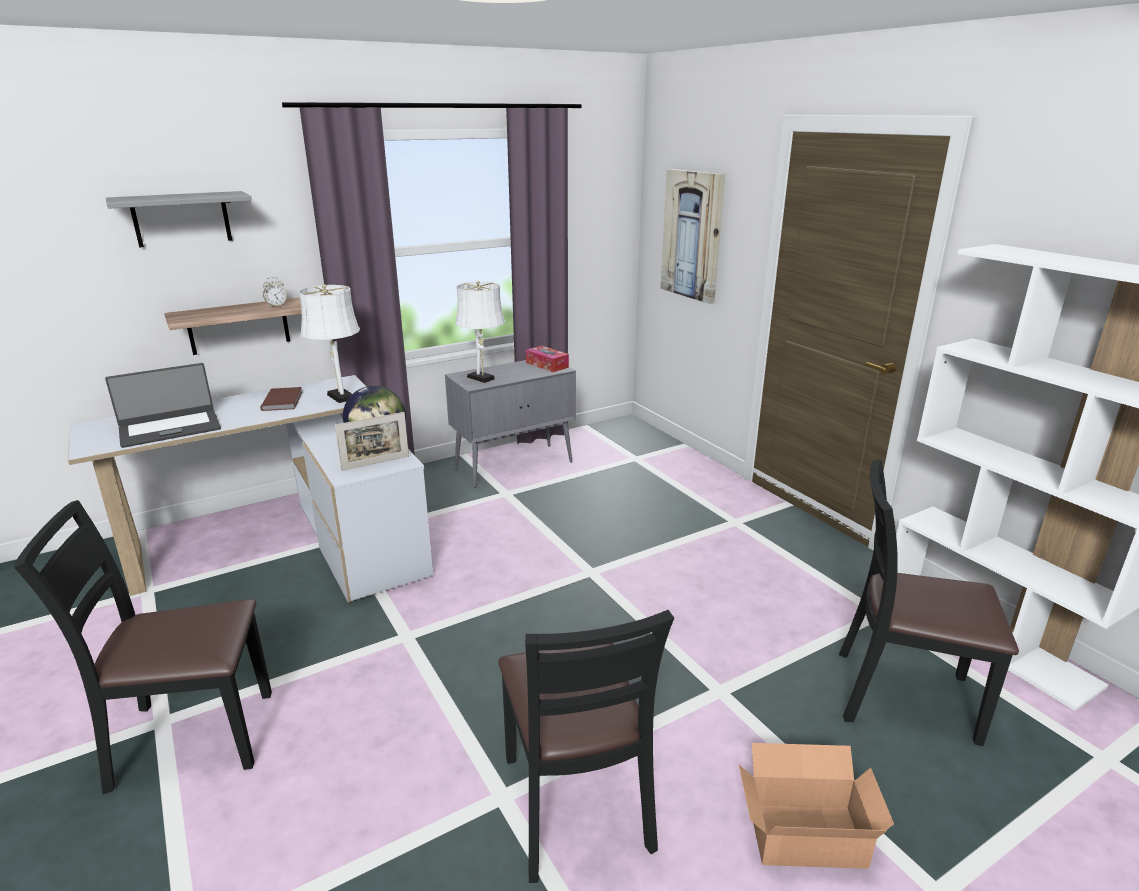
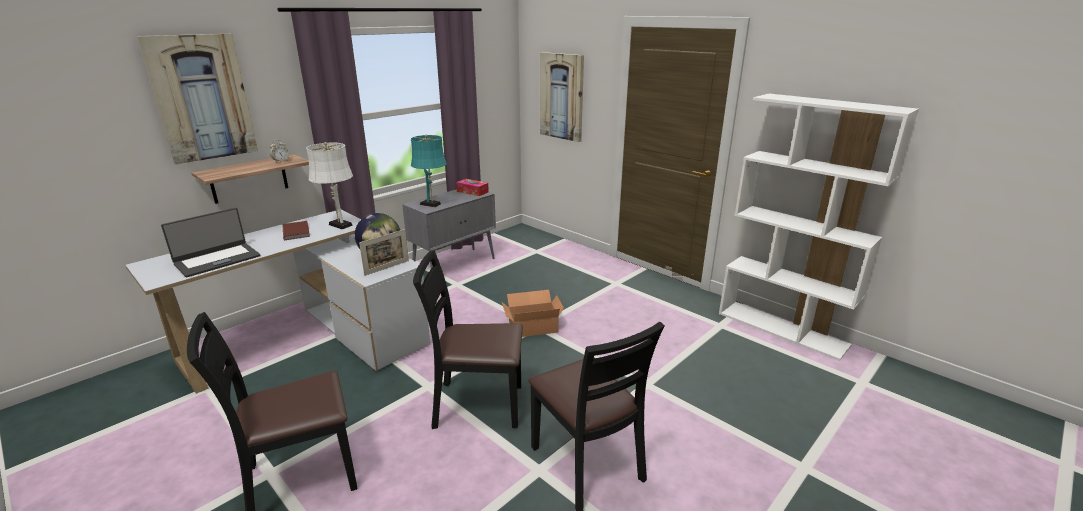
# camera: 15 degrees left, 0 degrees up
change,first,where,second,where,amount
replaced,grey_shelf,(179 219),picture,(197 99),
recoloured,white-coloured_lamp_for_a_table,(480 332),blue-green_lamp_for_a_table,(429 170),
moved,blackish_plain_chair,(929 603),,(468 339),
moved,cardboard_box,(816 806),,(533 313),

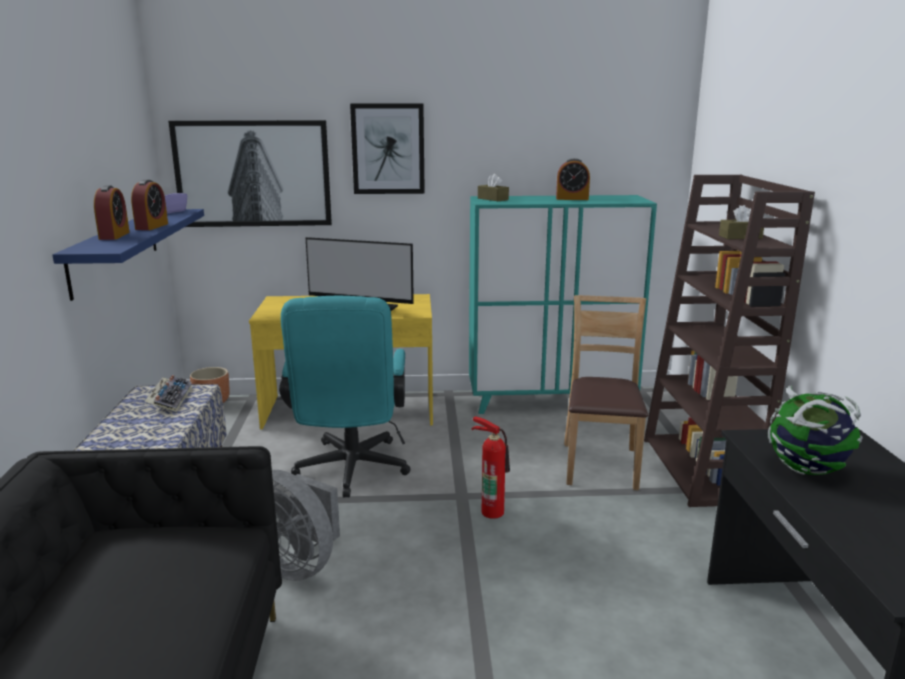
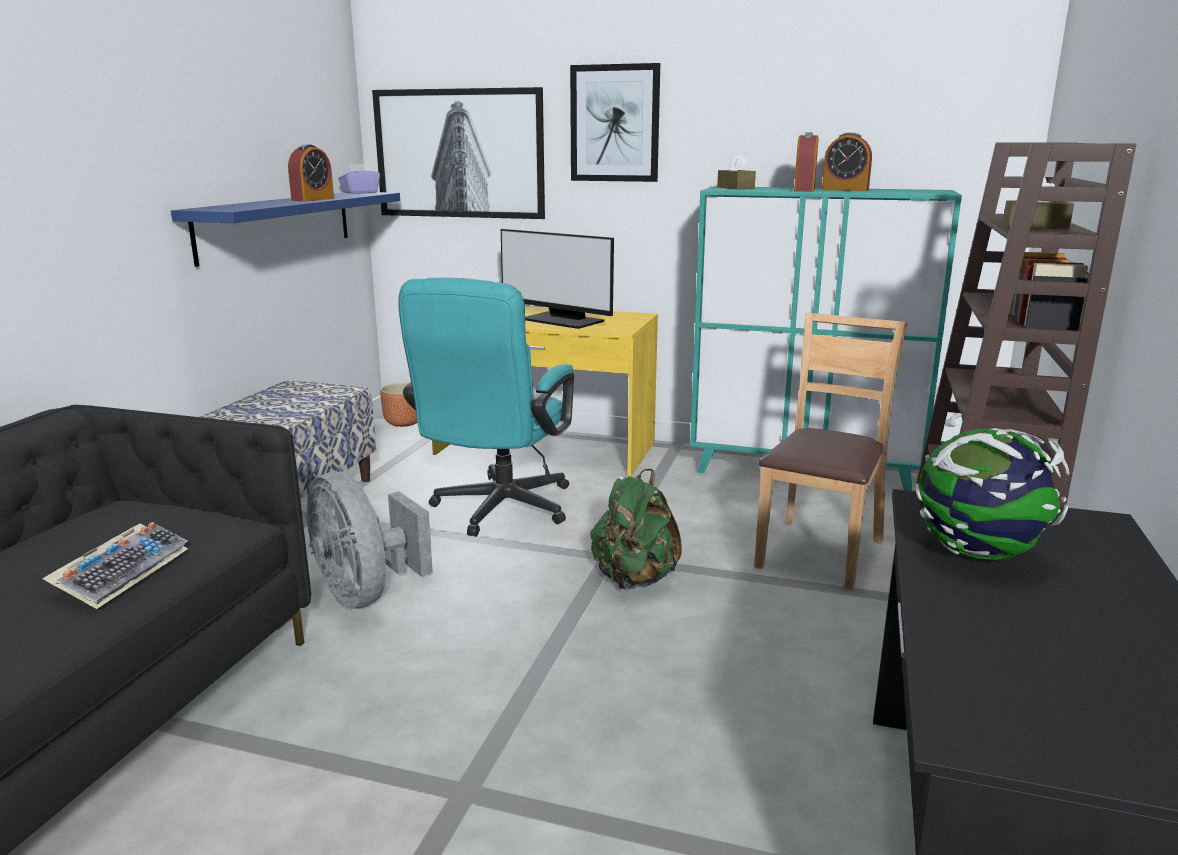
# camera: 20 degrees right, 0 degrees up
change,first,where,second,where,amount
moved,alarm_clock,(112 213),,(806 162),
moved,keyboard,(168 393),,(115 565),
replaced,fire_extinguisher,(490 467),green-coloured_rucksack,(636 529),

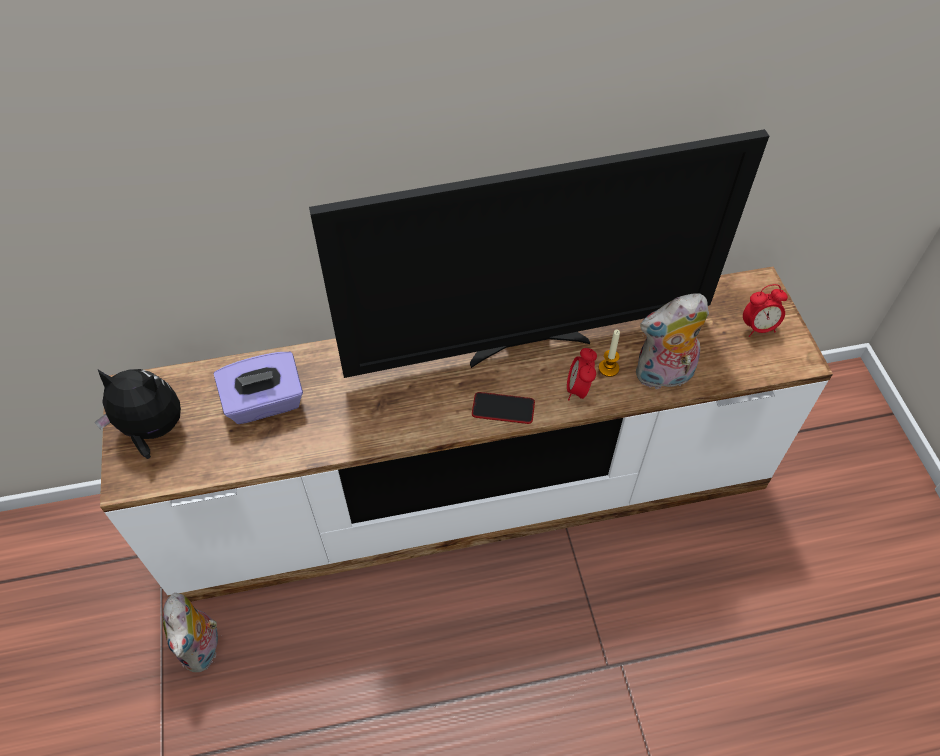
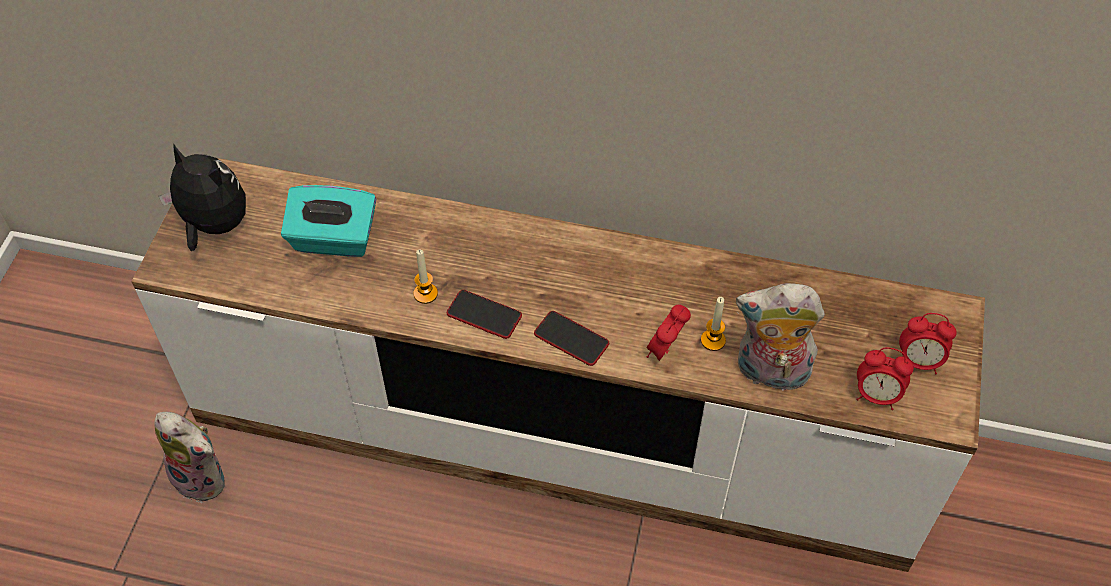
# camera: 25 degrees right, 0 degrees up
change,first,where,second,where,amount
removed,TV,(539 253),,,
recoloured,purple-coloured_box_of_tissues,(258 388),blue-green_box_of_tissues,(328 221),
turned,plush_toy,(192 632),,(189 457),75 degrees counterclockwise
added,,,wax_candle,(425 277),
added,,,telephone,(484 314),
added,,,alarm_clock,(885 378),

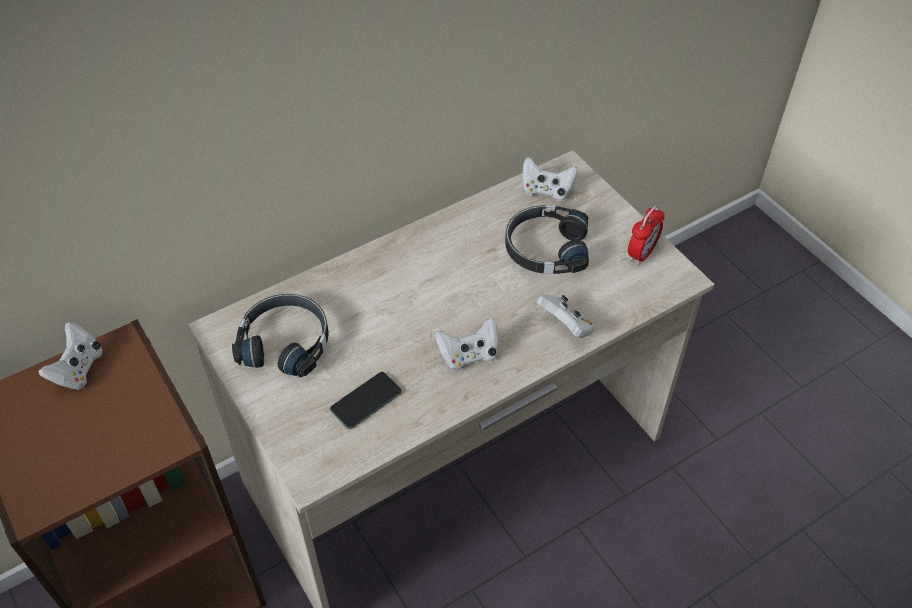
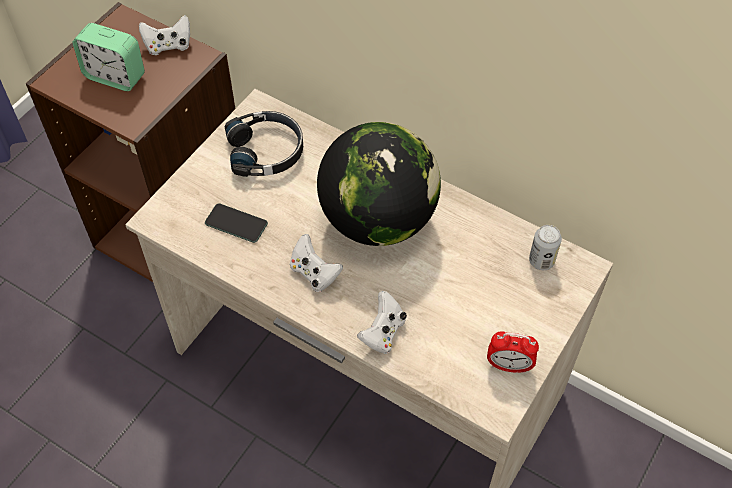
# camera: 65 degrees right, 5 degrees up
change,first,where,second,where,amount
replaced,white-coloured_gamepad,(550 179),sealed_can,(545 247),
removed,blackish_headphones,(547 240),,,
added,,,alarm_clock,(109 57),
added,,,world_globe,(379 184),

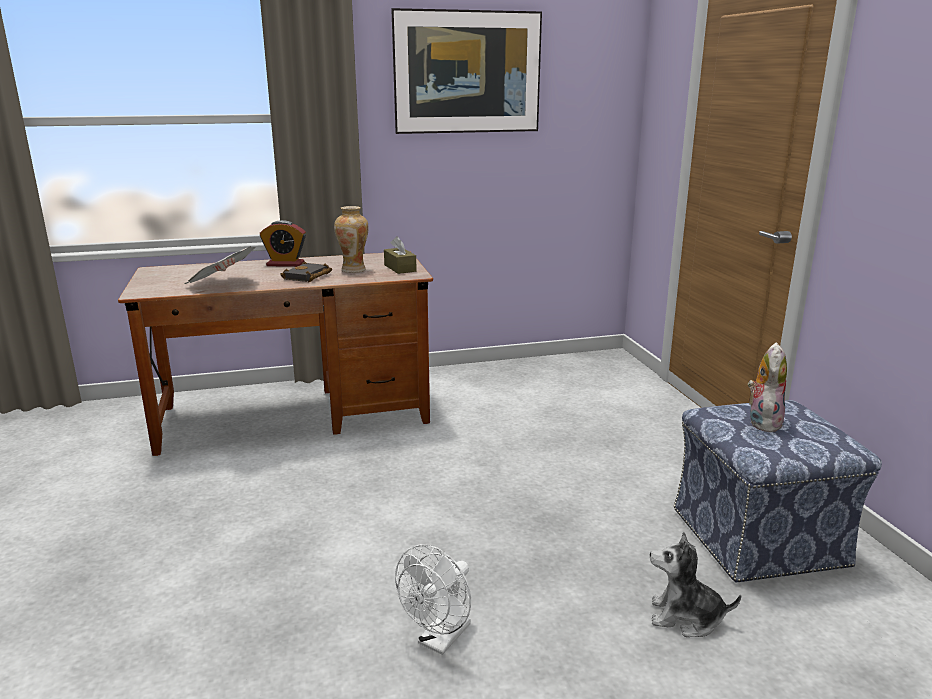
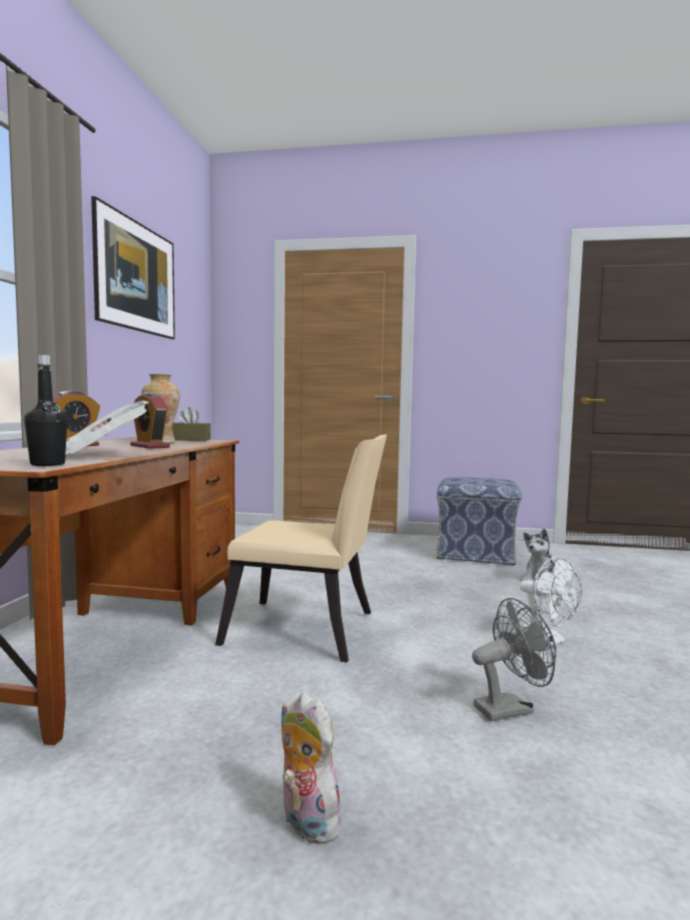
# camera: 65 degrees left, 15 degrees down
change,first,where,second,where,amount
replaced,blackish_volume,(306 272),alarm_clock,(150 420),
moved,plush_toy,(767 387),,(313 768),
added,,,blackish_bottle,(45 410),
added,,,beige-coloured_plain_chair,(301 548),
added,,,grey_electric_fan,(514 660),

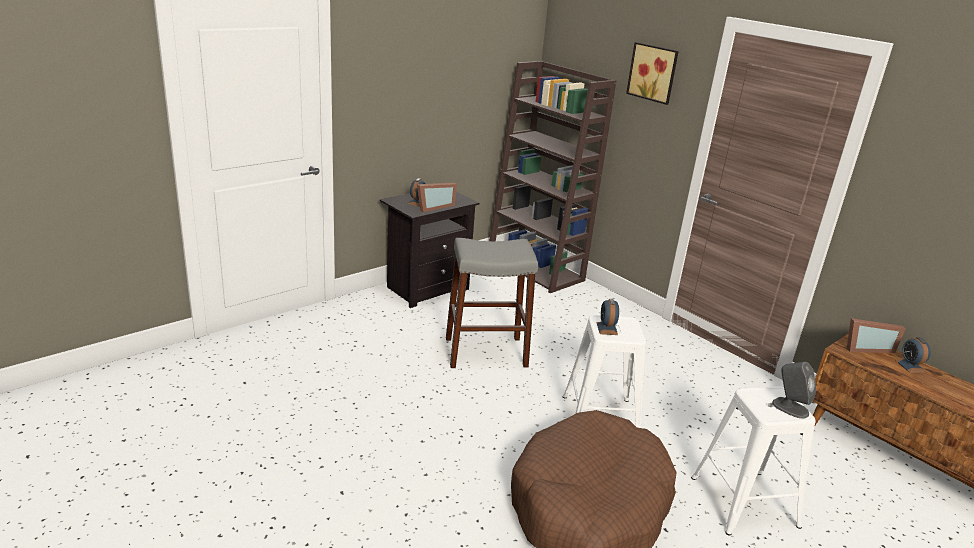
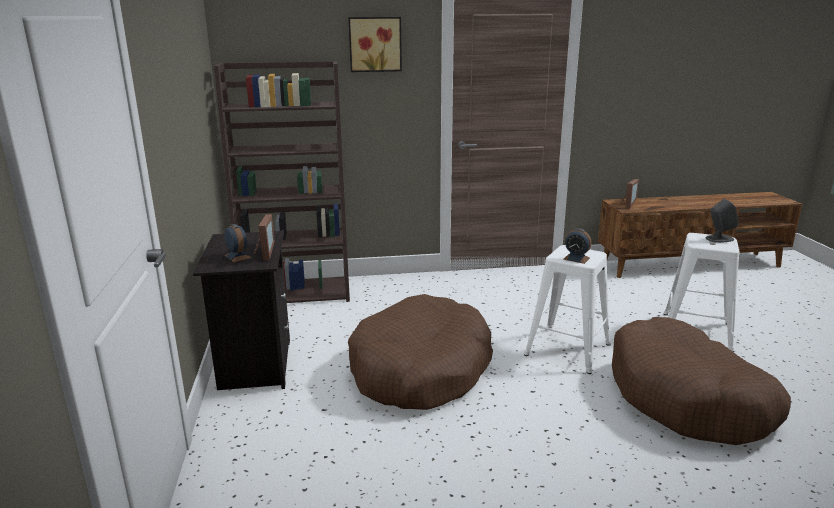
# camera: 55 degrees left, 5 degrees down
change,first,where,second,where,amount
replaced,grey_stool_seat,(492 303),brown_dog_cushion,(420 352),
removed,alarm_clock,(913 355),,,

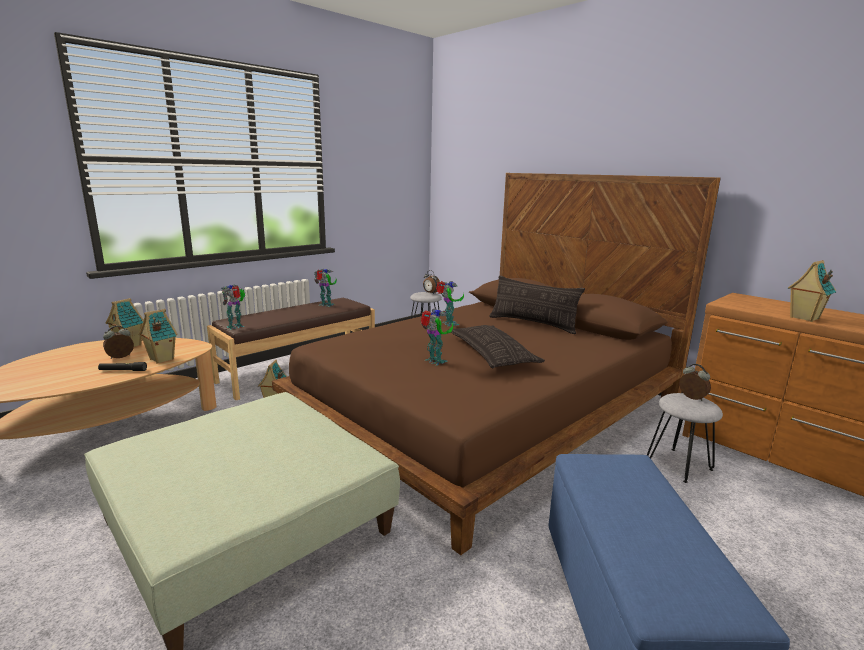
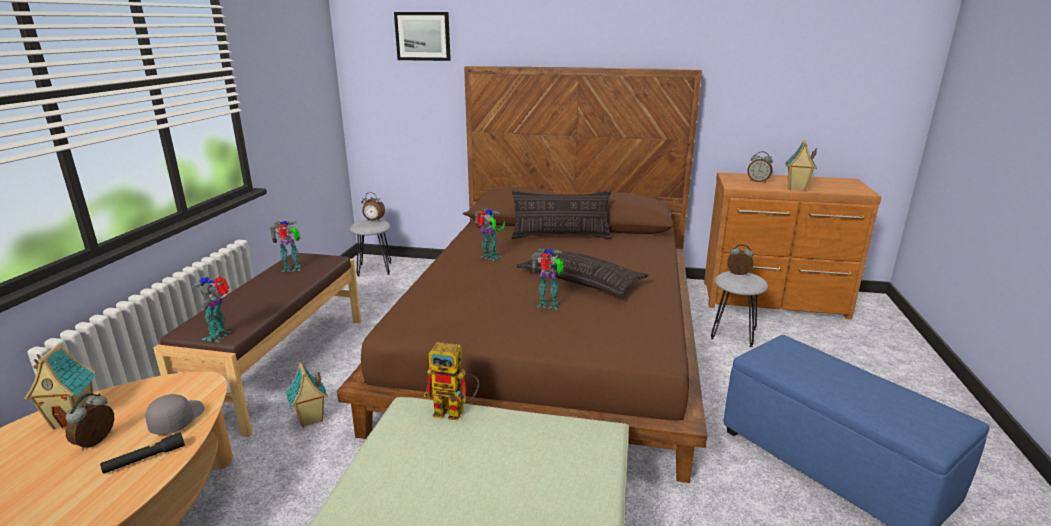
# camera: 35 degrees left, 5 degrees up
change,first,where,second,where,amount
replaced,miniature_house,(158 336),grey_baseball_cap,(175 414),
added,,,picture,(422 36),
added,,,alarm_clock,(760 167),
added,,,toy_robot,(451 381),

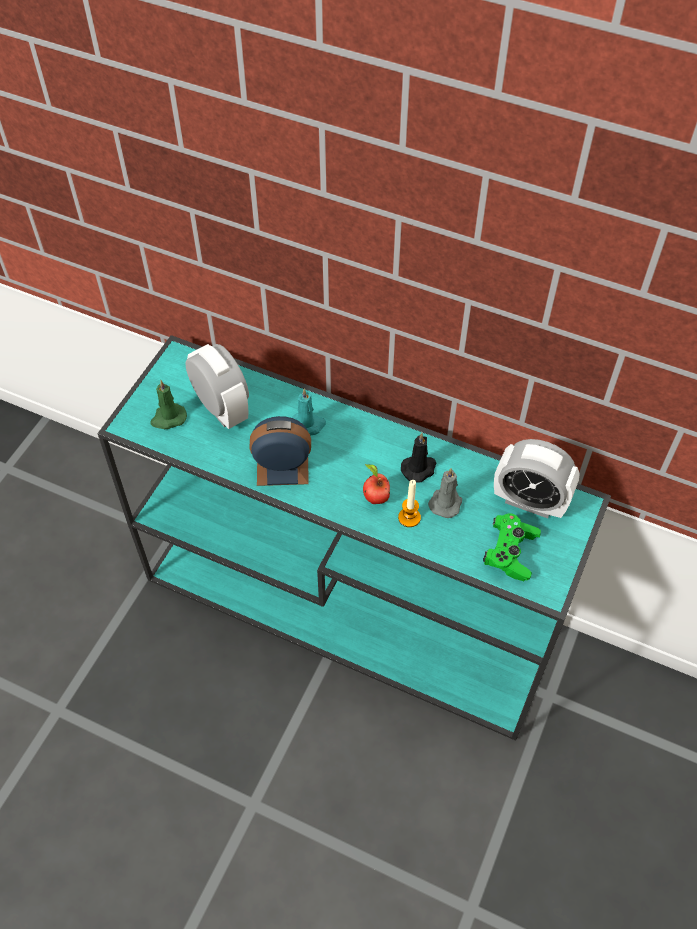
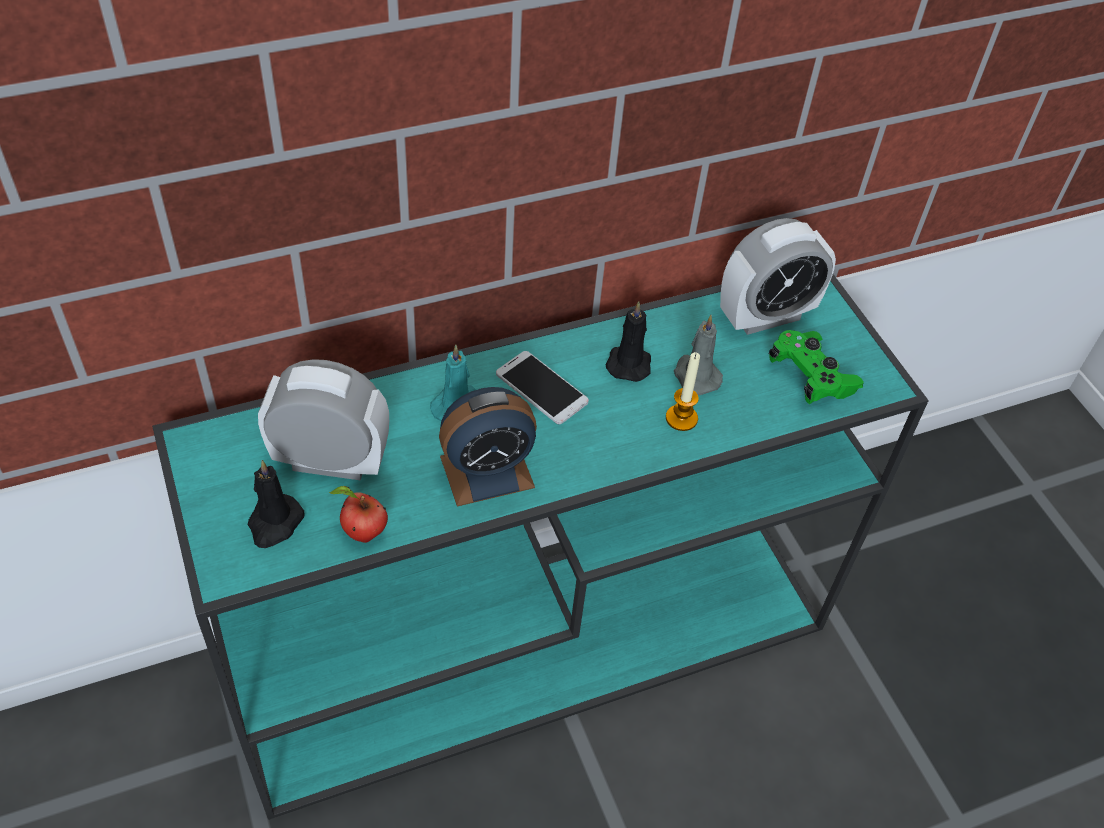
# camera: 50 degrees left, 5 degrees down
change,first,where,second,where,amount
recoloured,green-coloured_wax_candle,(169 404),blackish_wax_candle,(276 504),
turned,alarm_clock,(280 451),,(488 446),150 degrees counterclockwise
moved,whole_apple,(376 484),,(358 514),
added,,,telephone,(542 387),

